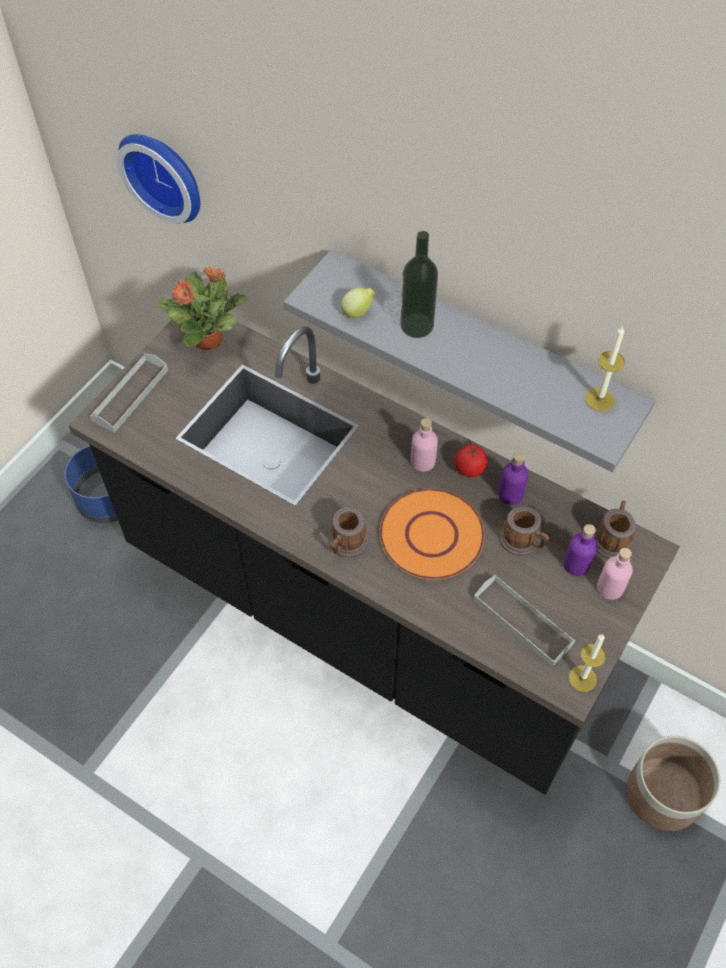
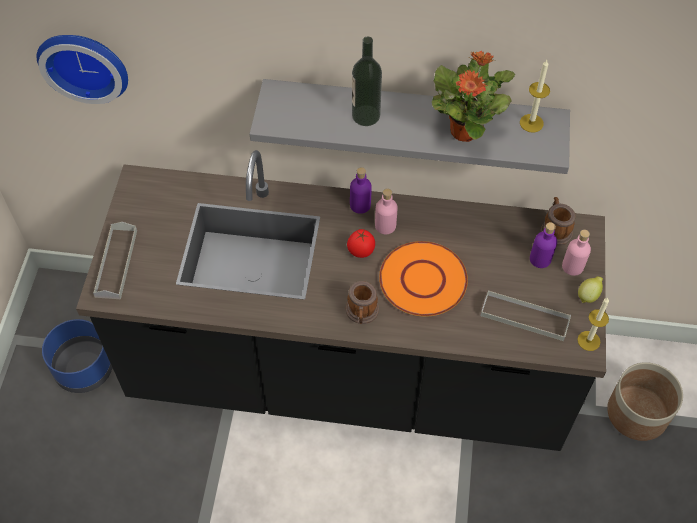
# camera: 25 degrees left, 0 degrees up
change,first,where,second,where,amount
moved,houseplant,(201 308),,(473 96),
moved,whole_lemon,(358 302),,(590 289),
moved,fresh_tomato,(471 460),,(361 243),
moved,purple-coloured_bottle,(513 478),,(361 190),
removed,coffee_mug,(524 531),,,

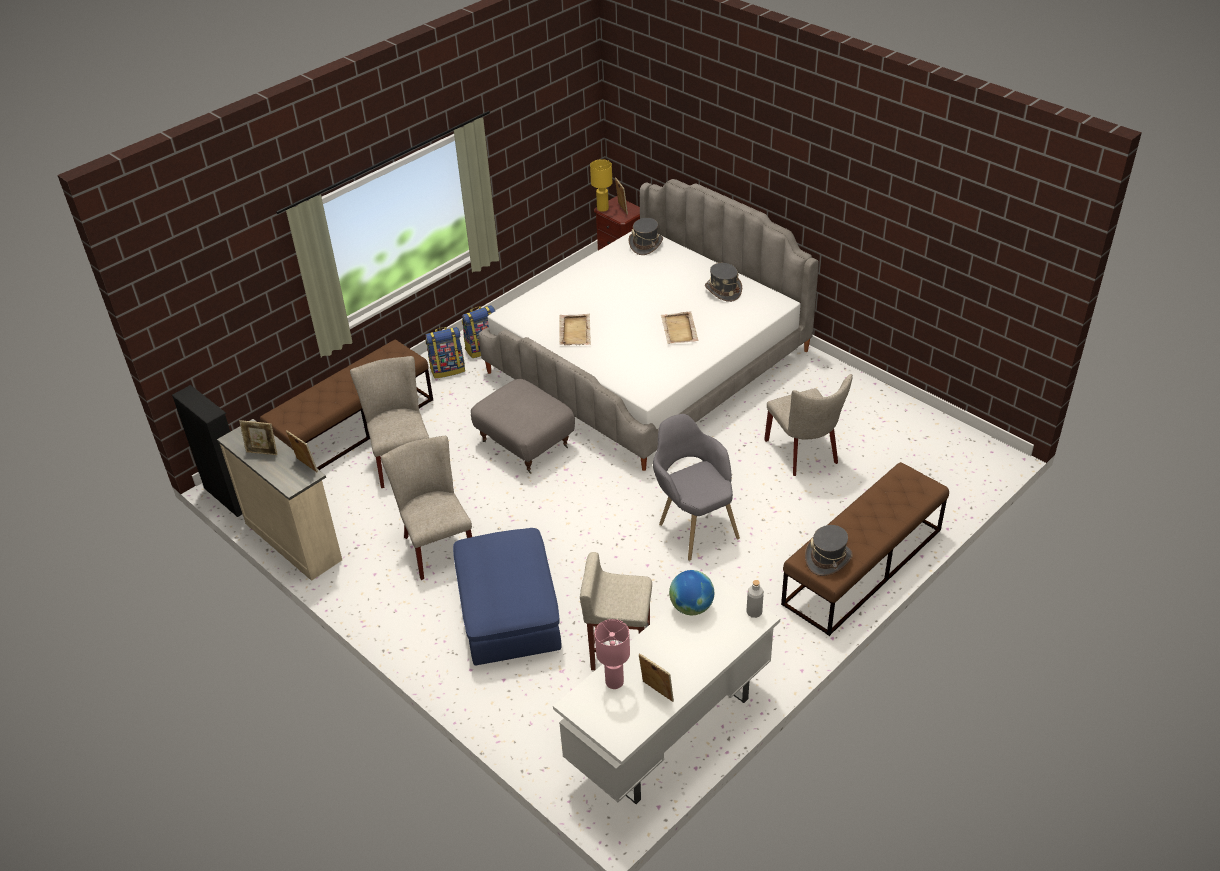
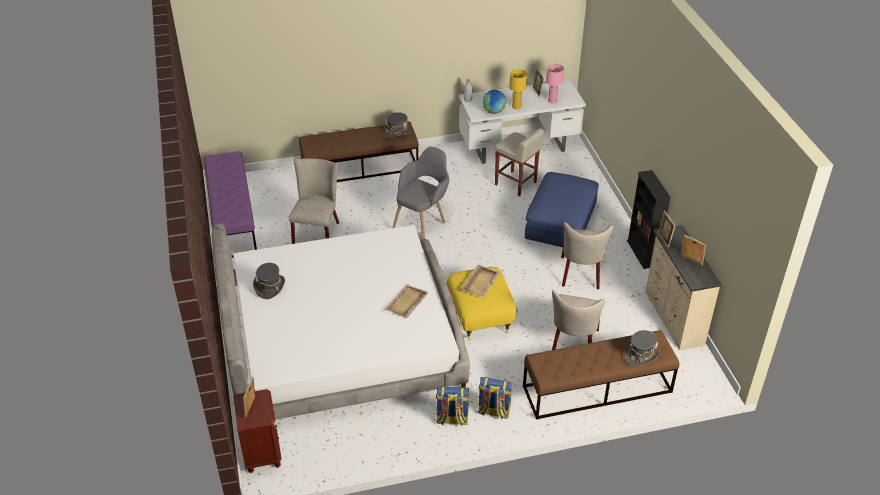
# camera: 150 degrees left, 0 degrees up
change,first,where,second,where,amount
moved,yellow-coloured_lamp_for_a_table,(601 185),,(518 89),
moved,grey_clothing_hat,(646 236),,(641 348),
moved,beige-coloured_carrying_tray,(680 327),,(480 281),
recoloured,grey_footrest,(523 426),yellow-coloured_footrest,(482 303),
moved,blackish_shelving_unit,(207 451),,(649 219),
turned,grey_lounge_chair,(696 487),,(421 192),150 degrees counterclockwise
added,,,purple-coloured_long_seat,(230 204),

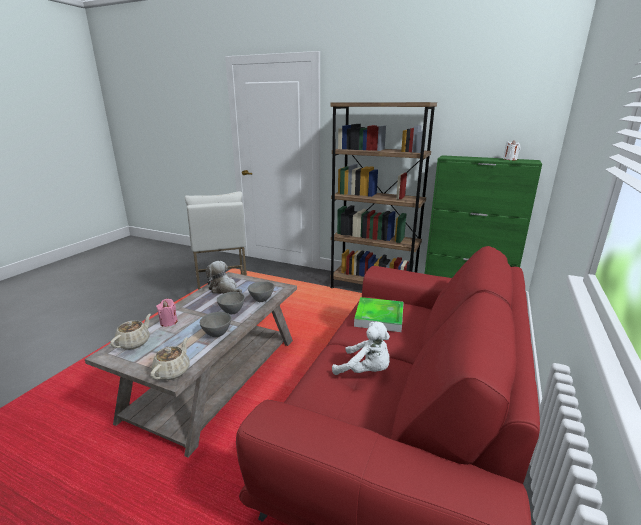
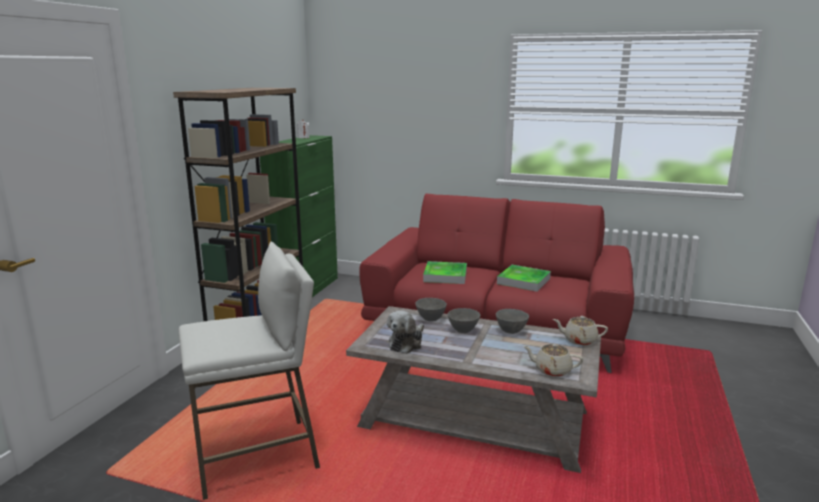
# camera: 95 degrees left, 5 degrees down
change,first,where,second,where,amount
removed,pinkish_wax_candle,(167 313),,,
replaced,white-coloured_plush_toy,(361 348),carrying_tray,(524 278),

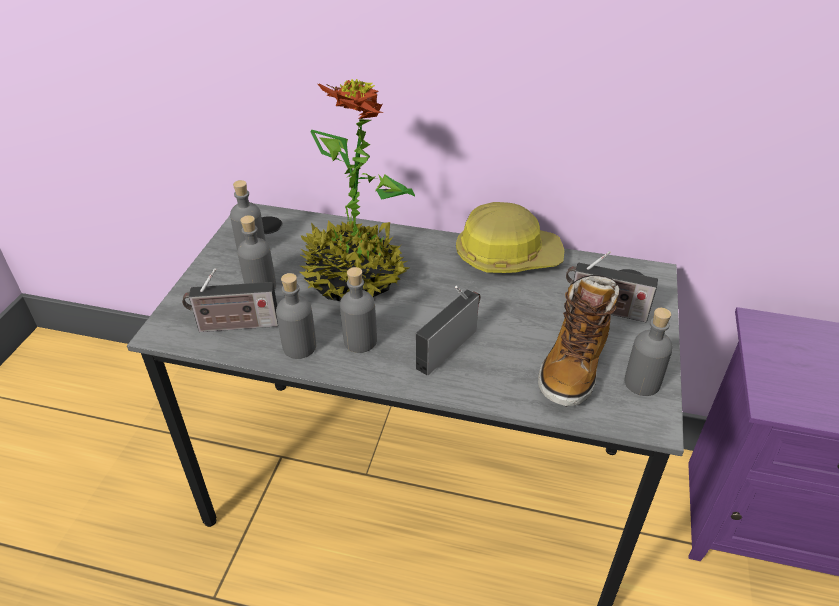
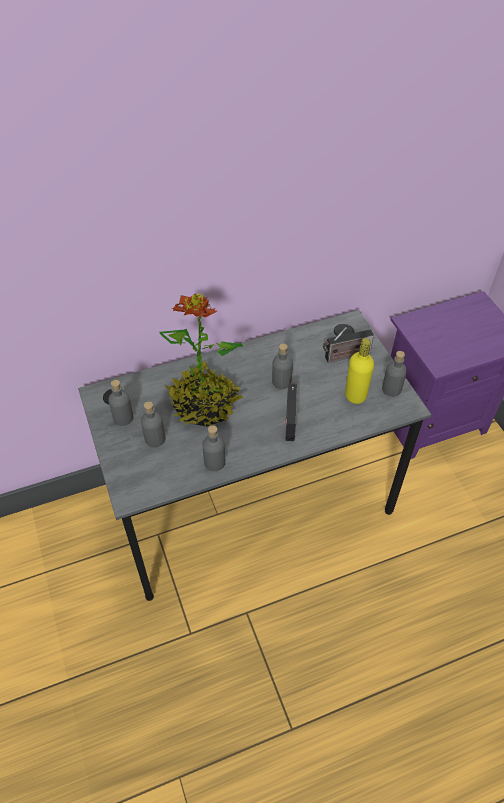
# camera: 35 degrees left, 10 degrees up
change,first,where,second,where,amount
removed,hard_hat,(510 237),,,
moved,grey_bottle,(358 310),,(282 366),
removed,radio_set,(230 300),,,
replaced,high-top_boot,(578 341),yellow-coloured_bottle,(359 371),

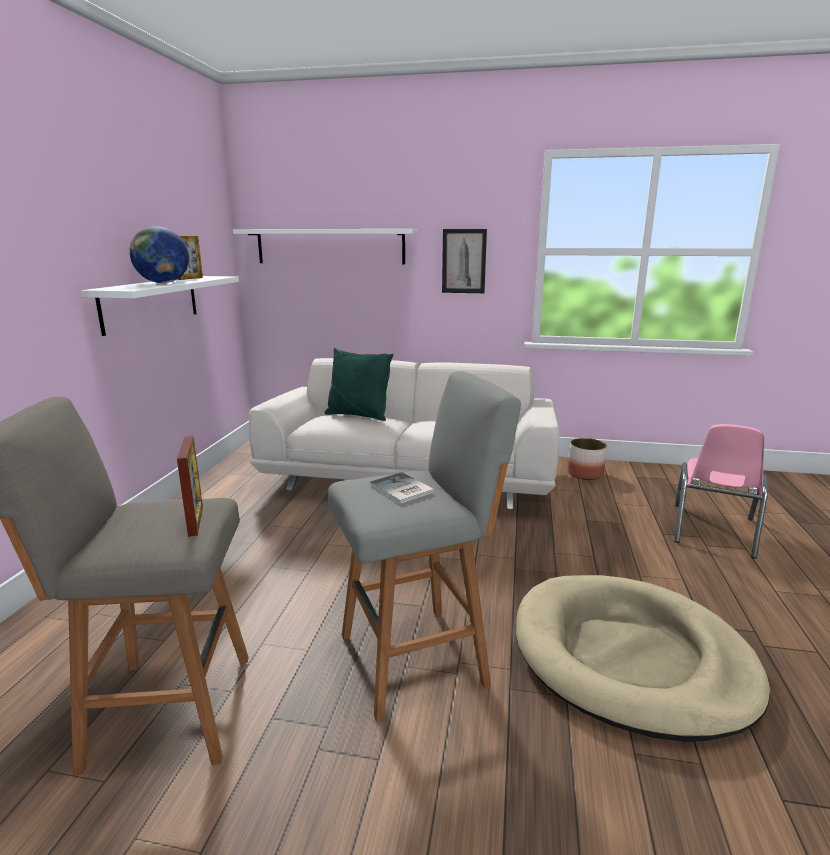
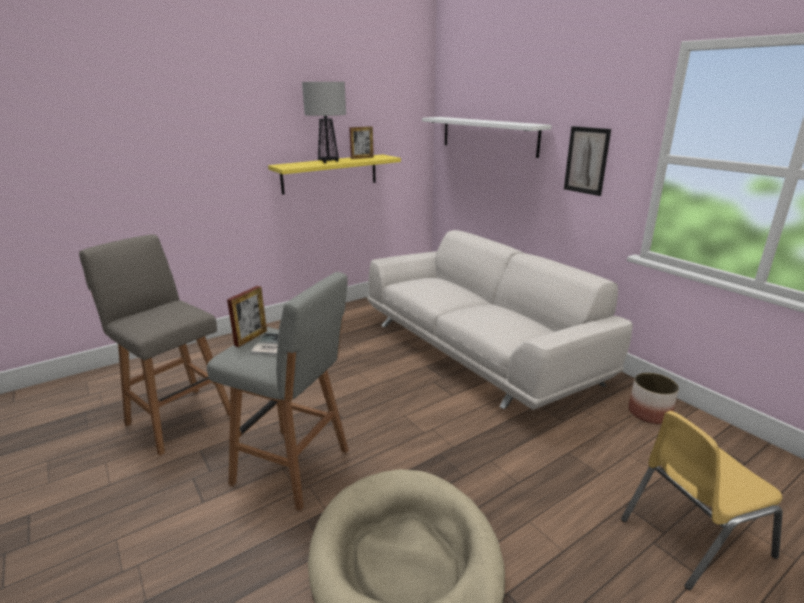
# camera: 45 degrees right, 5 degrees up
change,first,where,second,where,amount
replaced,world_globe,(159 254),lamp_for_a_table,(324 122),
recoloured,white-coloured_shelf,(160 306),yellow-coloured_shelf,(334 174),
removed,green-coloured_throw_pillow,(359 384),,,
recoloured,pinkish_plain_chair,(721 491),yellow-coloured_plain_chair,(702 500),
moved,photo_frame,(190 486),,(247 316),

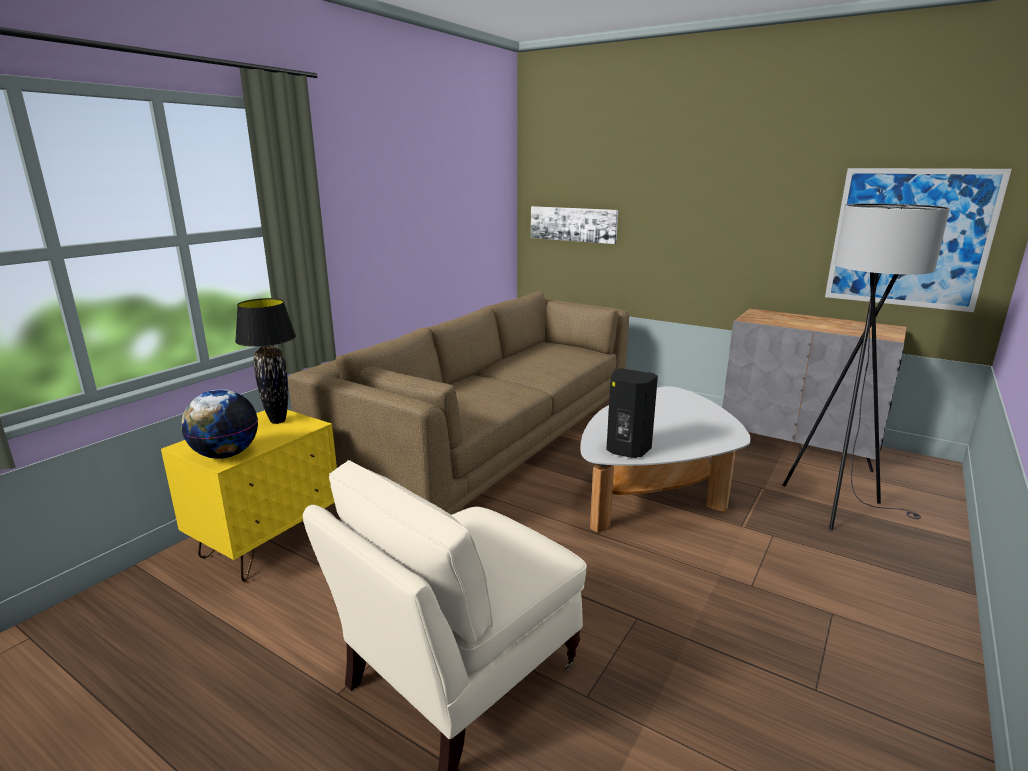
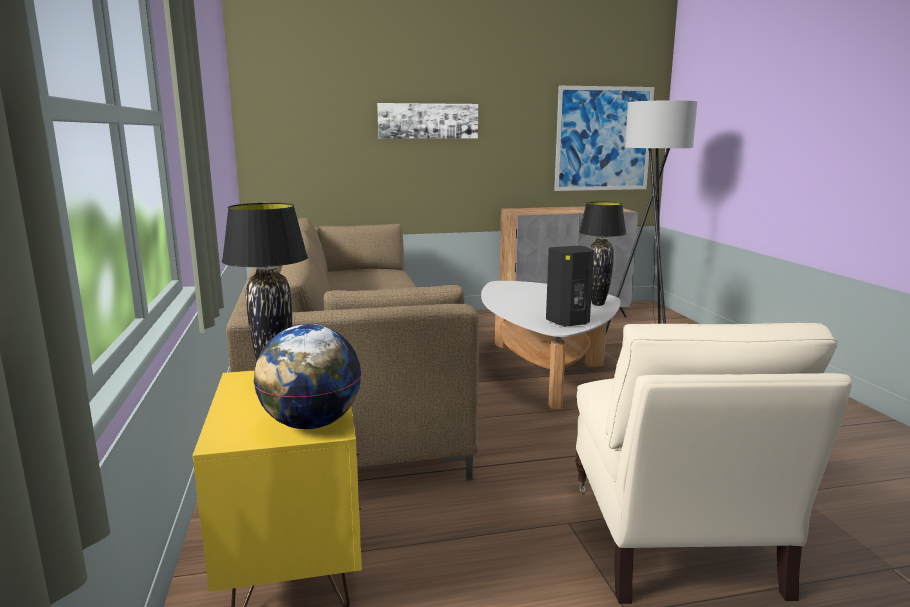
# camera: 45 degrees left, 5 degrees down
change,first,where,second,where,amount
moved,picture,(574 225),,(427 121),
added,,,blackish_lamp_for_a_table,(602 253),

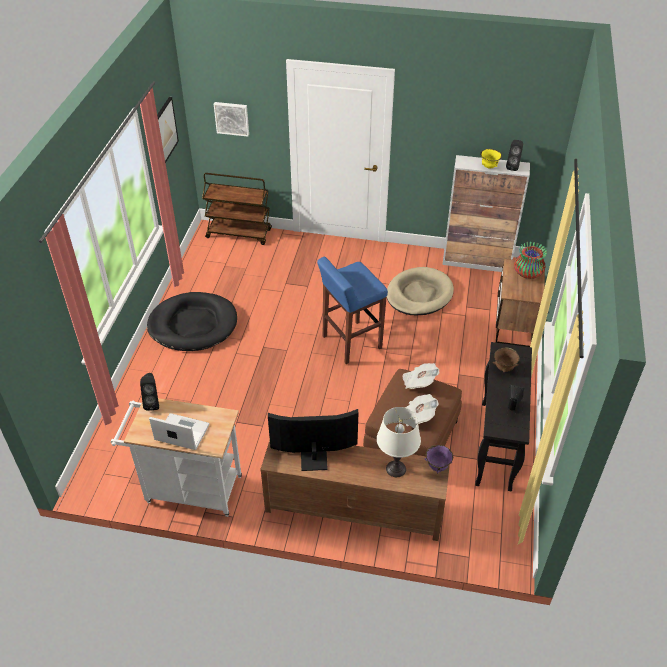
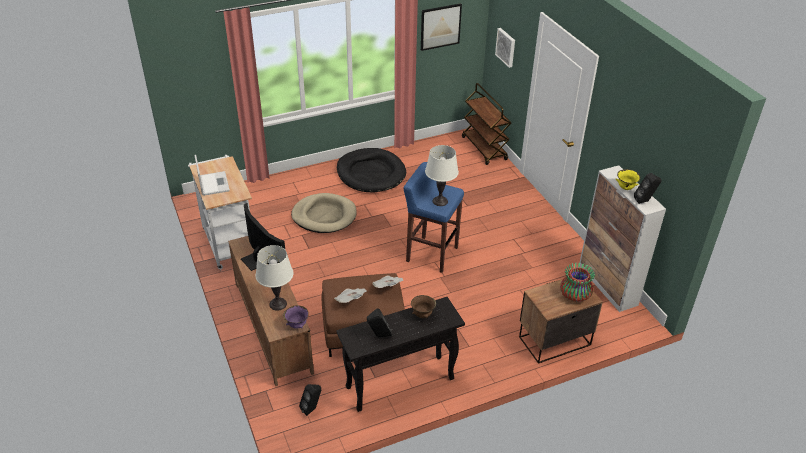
# camera: 55 degrees right, 5 degrees down
change,first,where,second,where,amount
moved,beige-coloured_dog_cushion,(420 291),,(324 213),
moved,blackish_loudspeaker,(149 392),,(310 400),
added,,,white-coloured_lamp_for_a_table,(442 175),

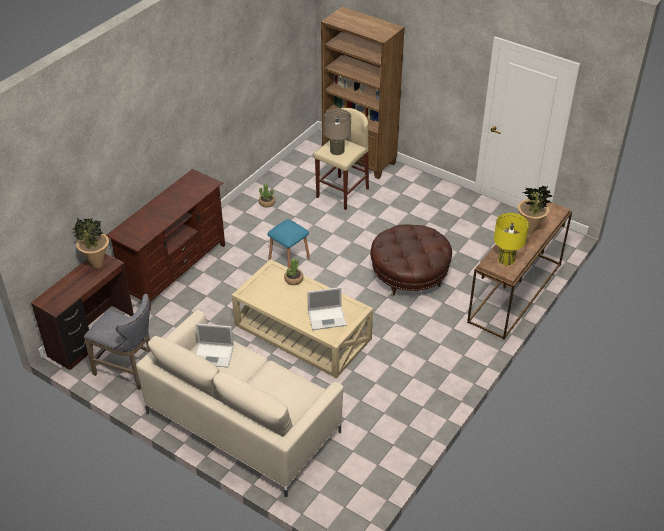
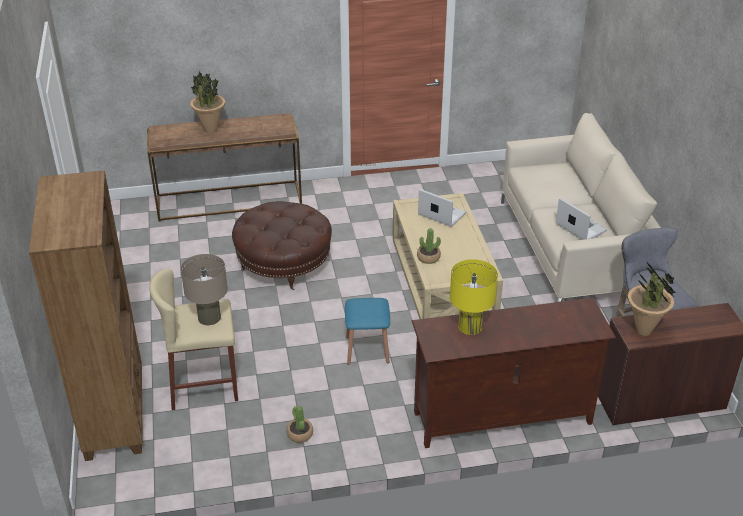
# camera: 135 degrees left, 5 degrees down
change,first,where,second,where,amount
moved,yellow-coloured_lamp_for_a_table,(511 239),,(474 297),

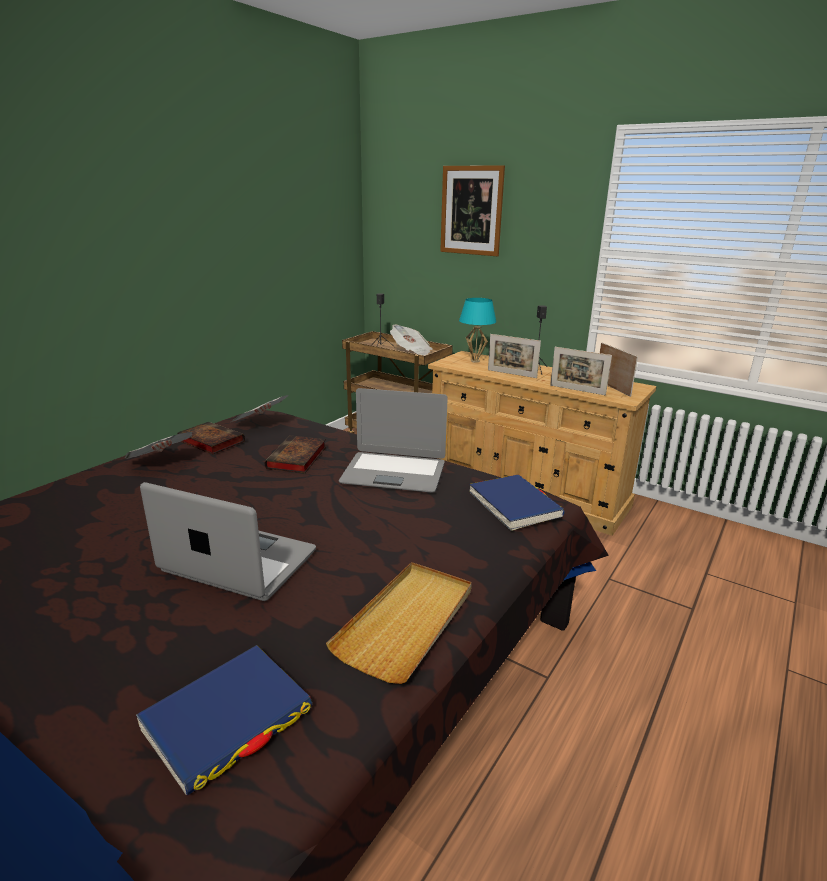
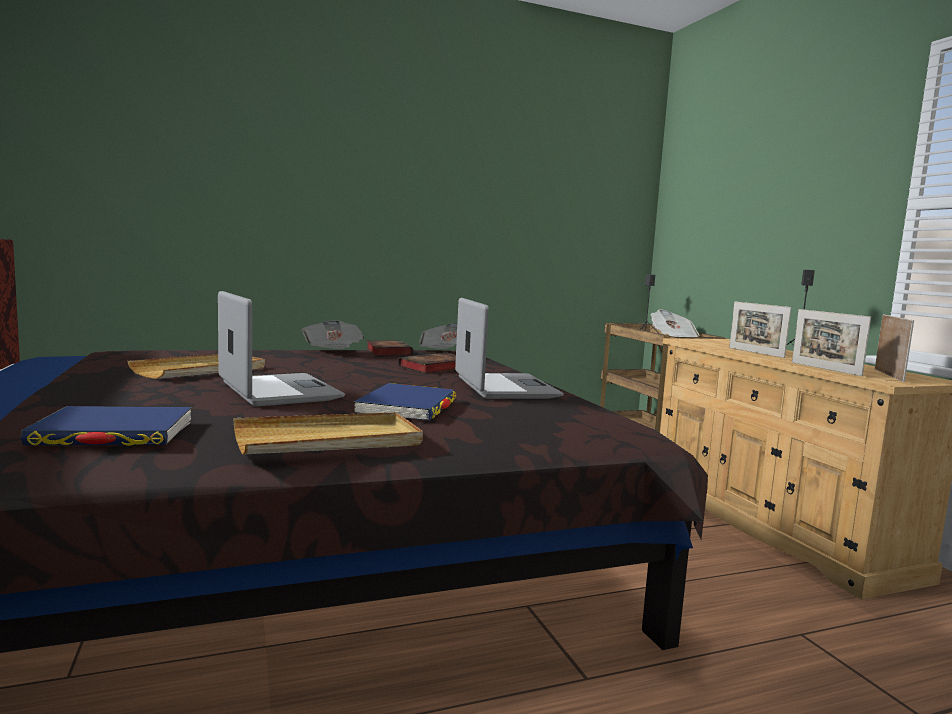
# camera: 35 degrees right, 15 degrees down
change,first,where,second,where,amount
removed,picture,(472 210),,,
removed,blue-green_lamp_for_a_table,(477 330),,,
turned,portable_computer,(393 440),,(509 348),150 degrees counterclockwise
moved,bluish_volume,(517 502),,(405 402),
added,,,beige-coloured_carrying_tray,(196 366),

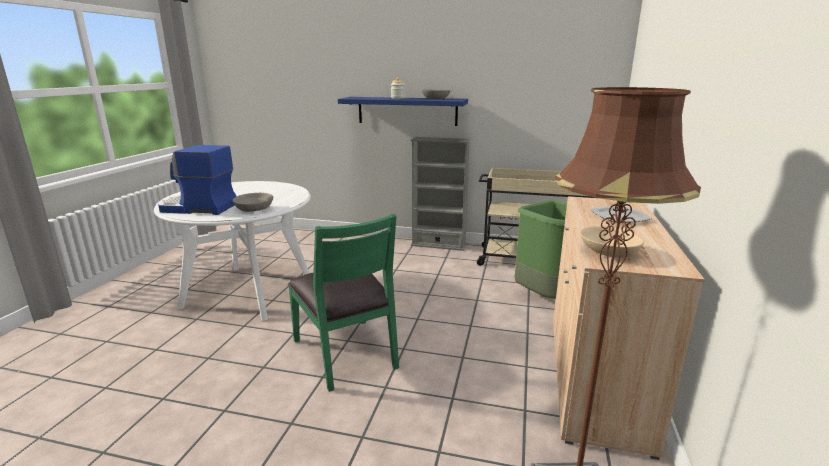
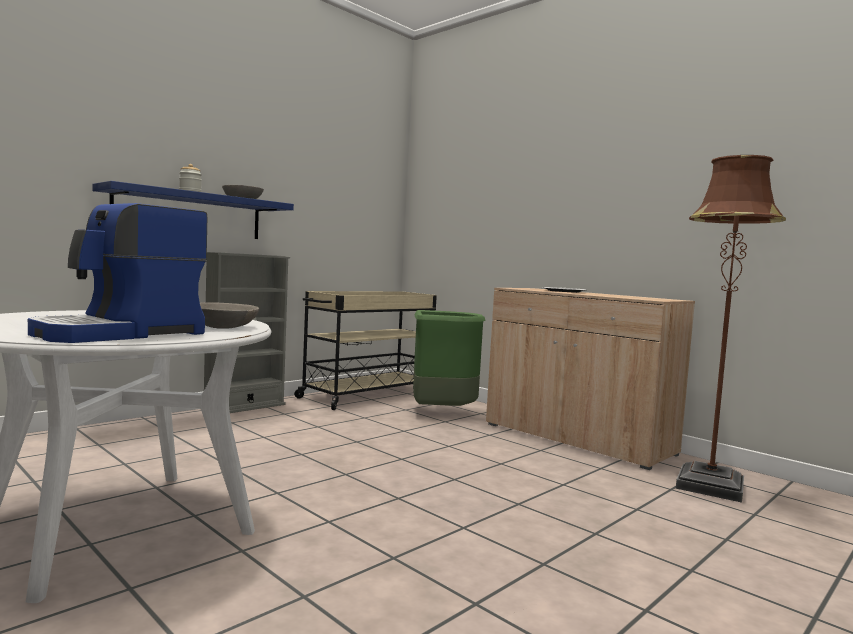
# camera: 60 degrees left, 15 degrees down
change,first,where,second,where,amount
removed,green-coloured_plain_chair,(343 303),,,
removed,beige-coloured_serving_bowl,(612 242),,,

